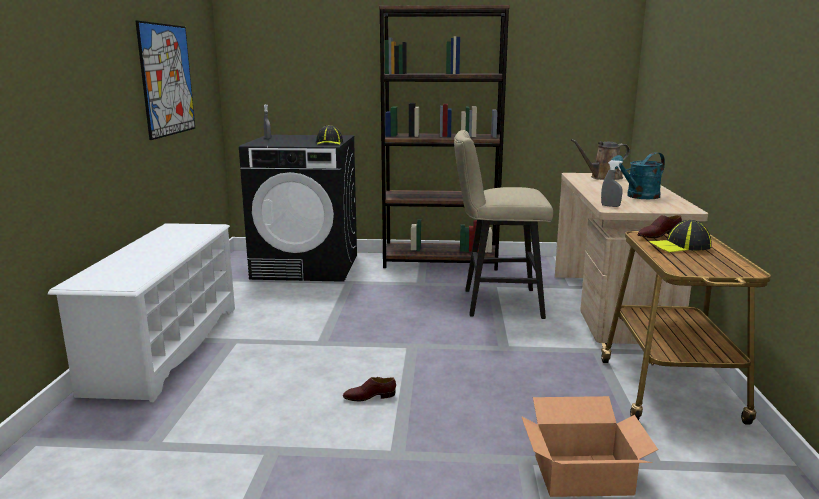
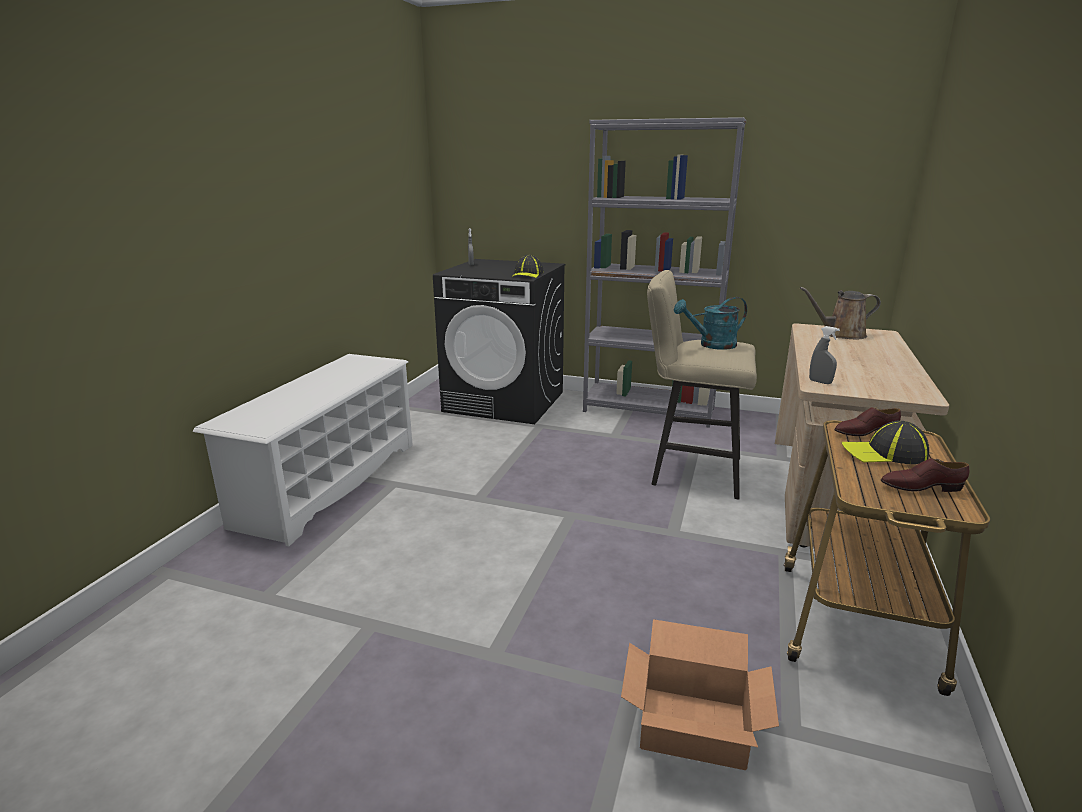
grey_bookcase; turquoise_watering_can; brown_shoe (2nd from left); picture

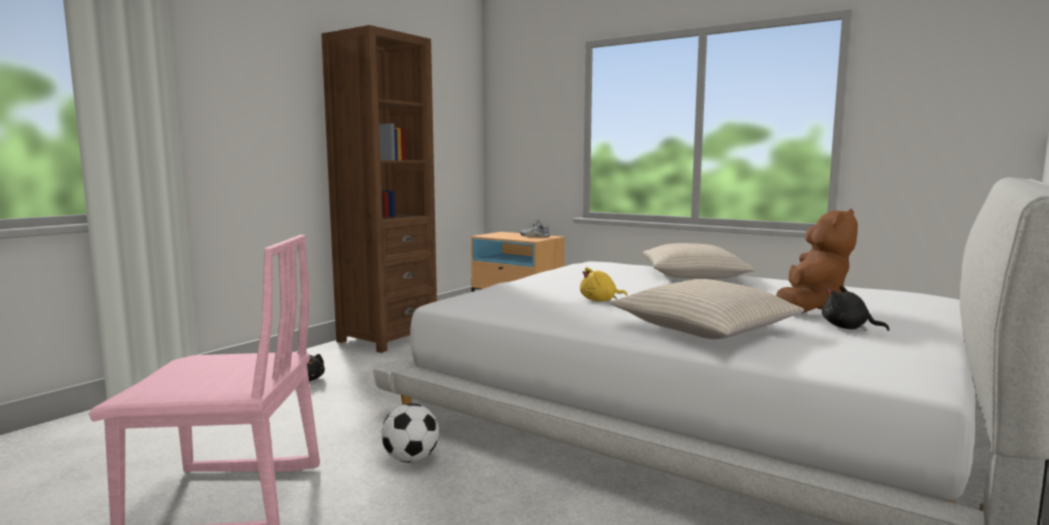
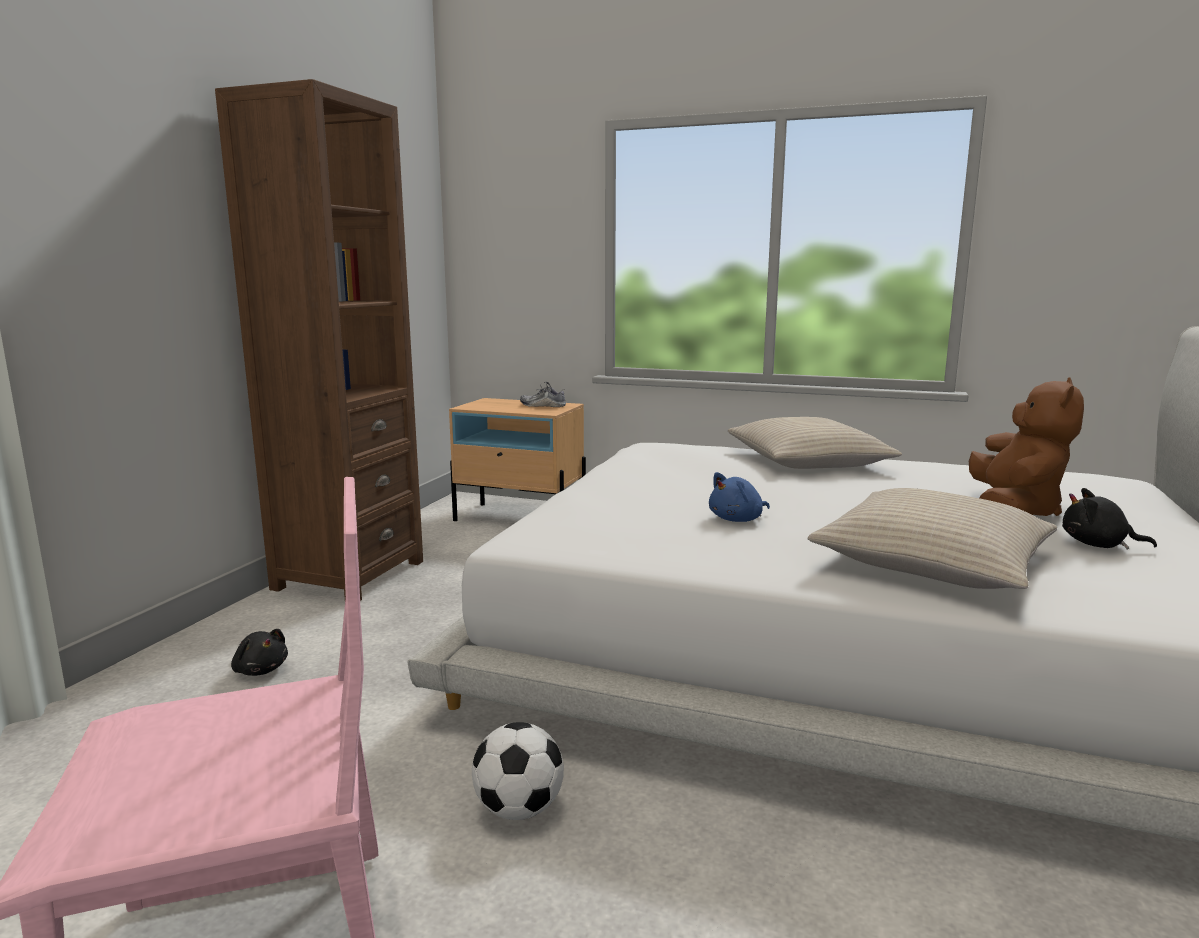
blue_plush_toy

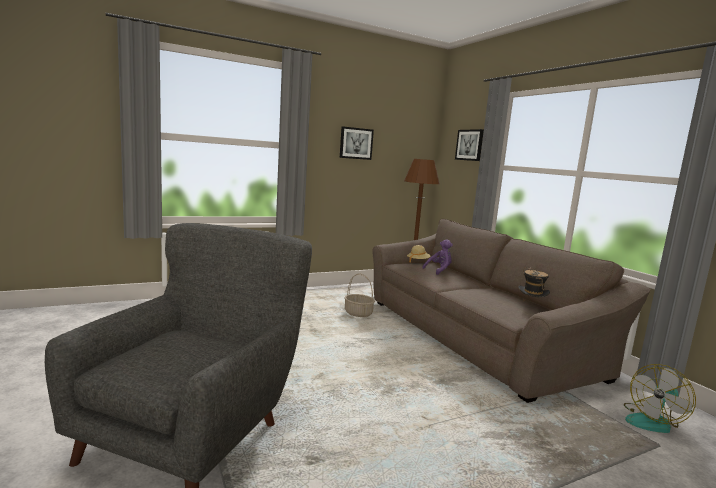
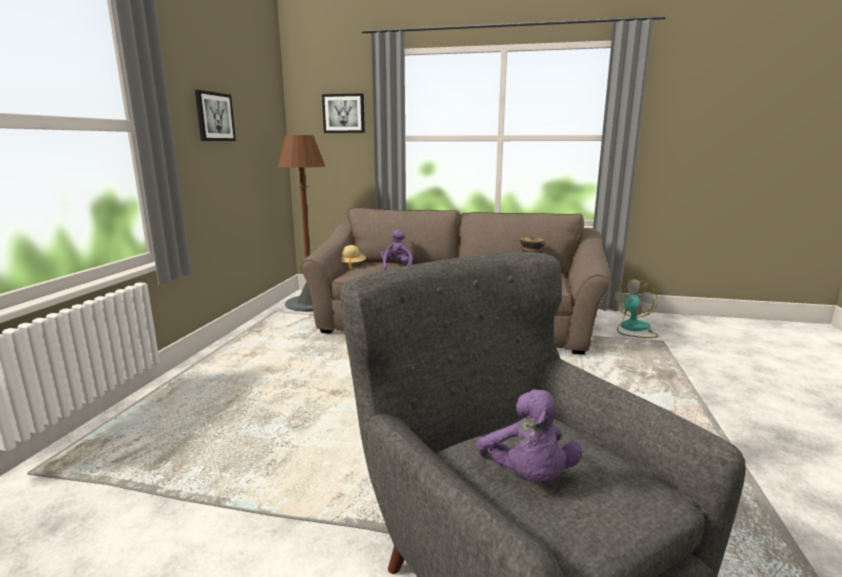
purple_plush_toy (2nd from left); fan; basket

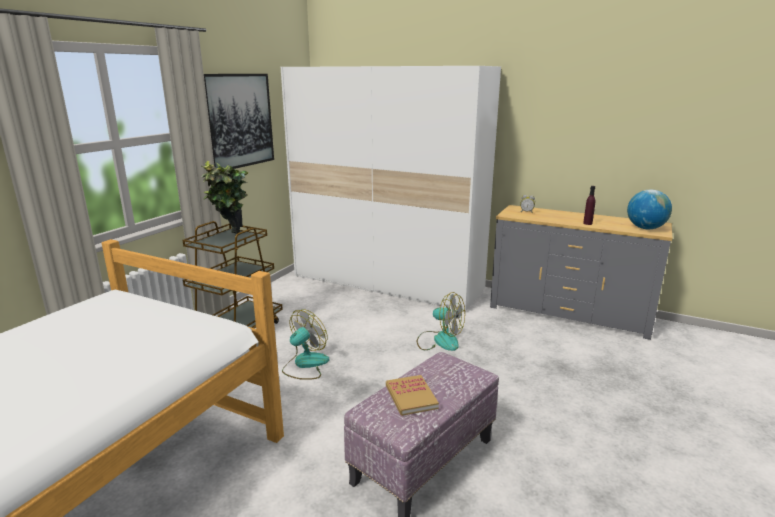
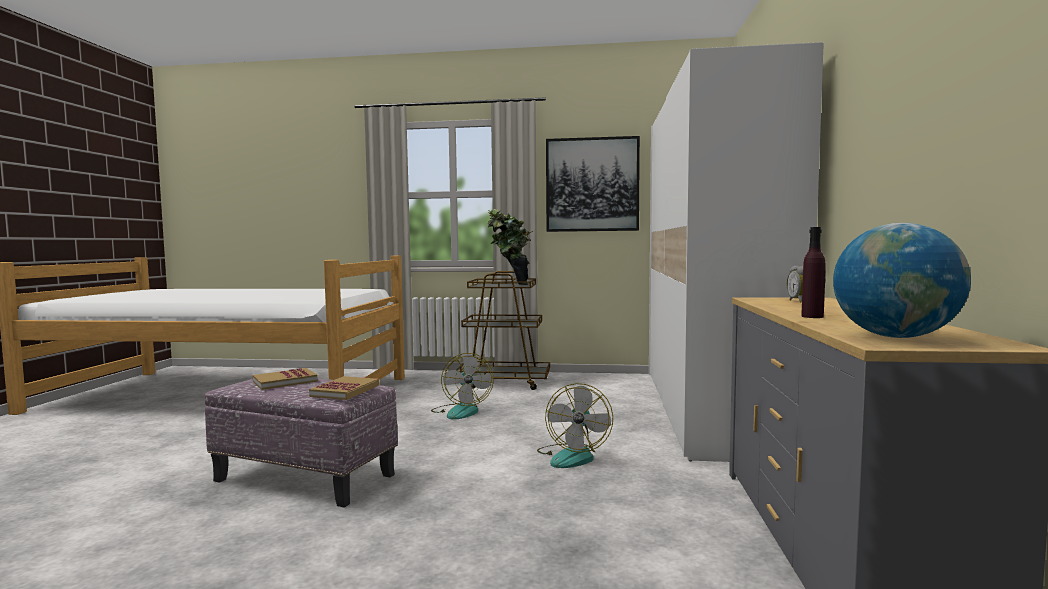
book (2nd from left); fan (1st from left)

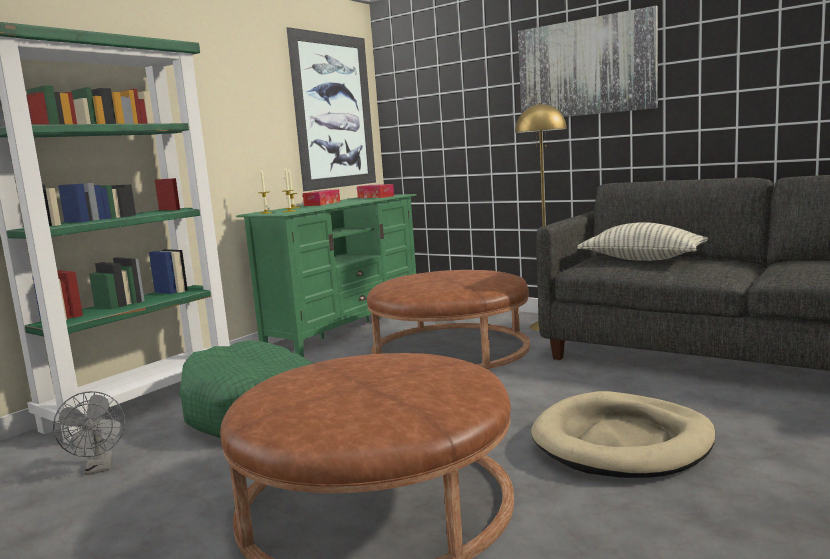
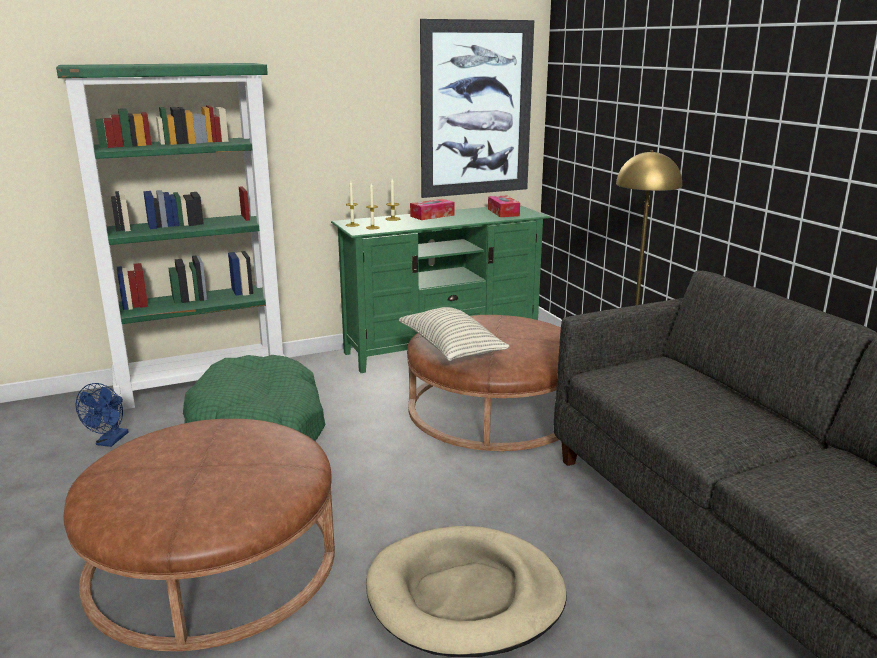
blue_fan; pillow; picture (2nd from left in the first image)

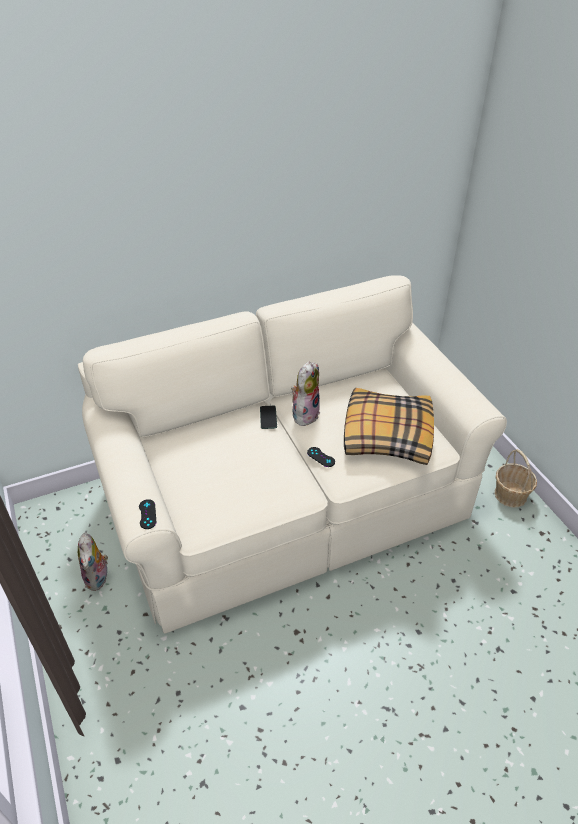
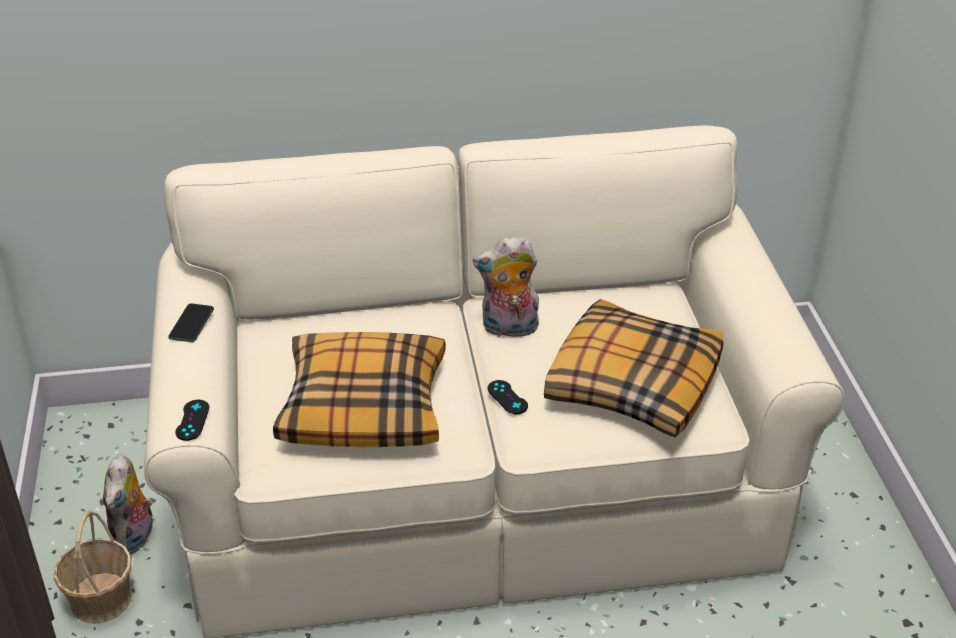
basket; phone; pillow (1st from left); plush_toy (2nd from left)

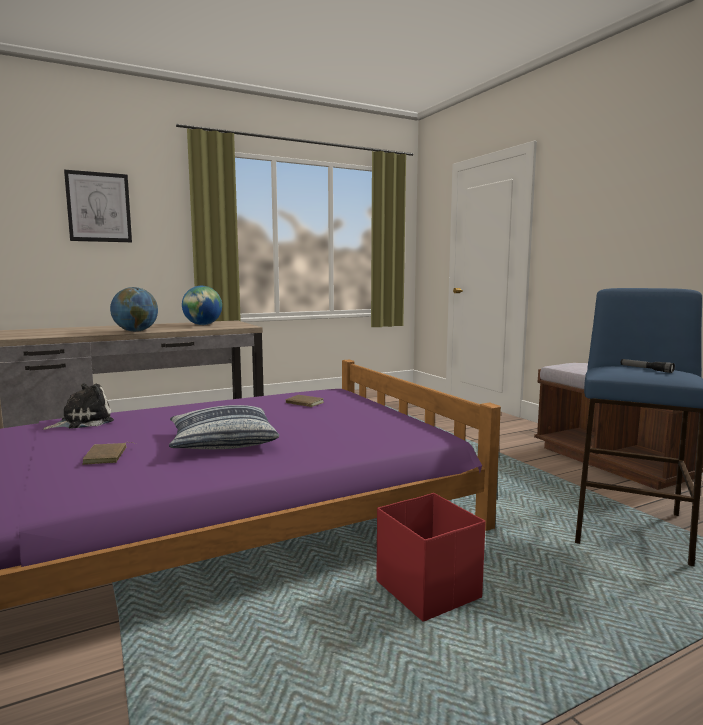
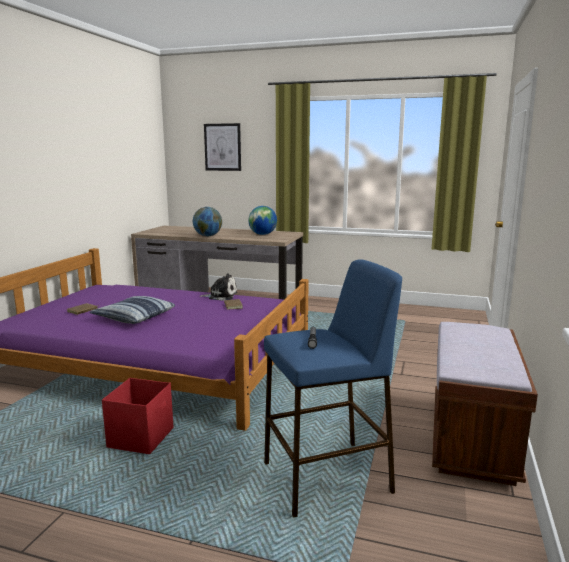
plush_toy

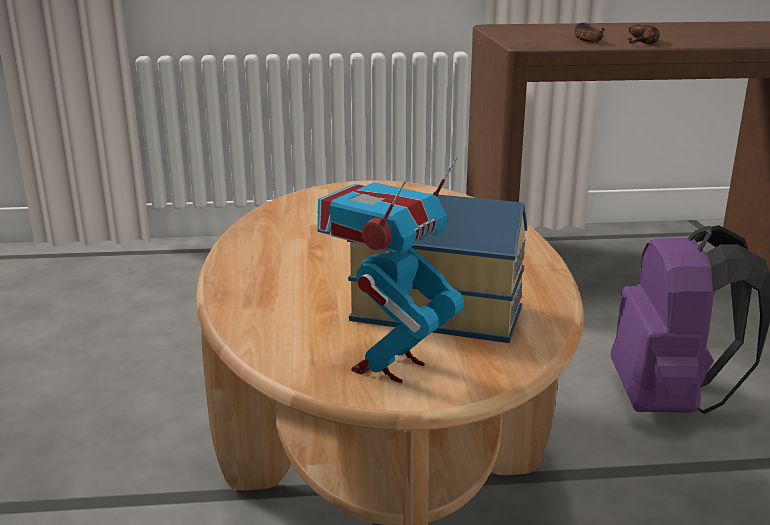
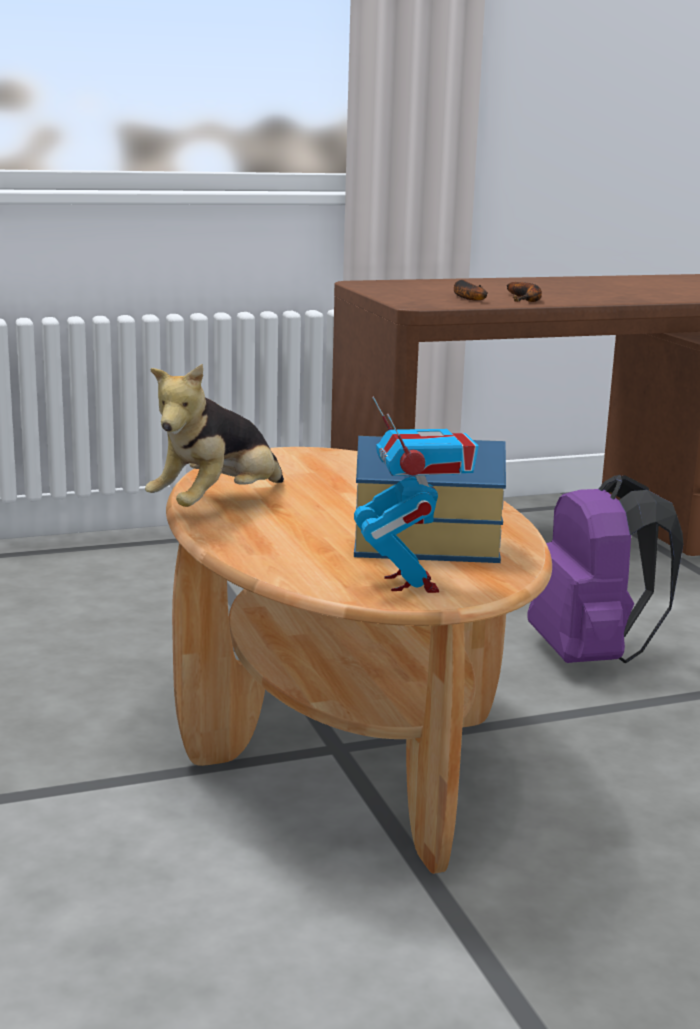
plush_toy; toy_robot

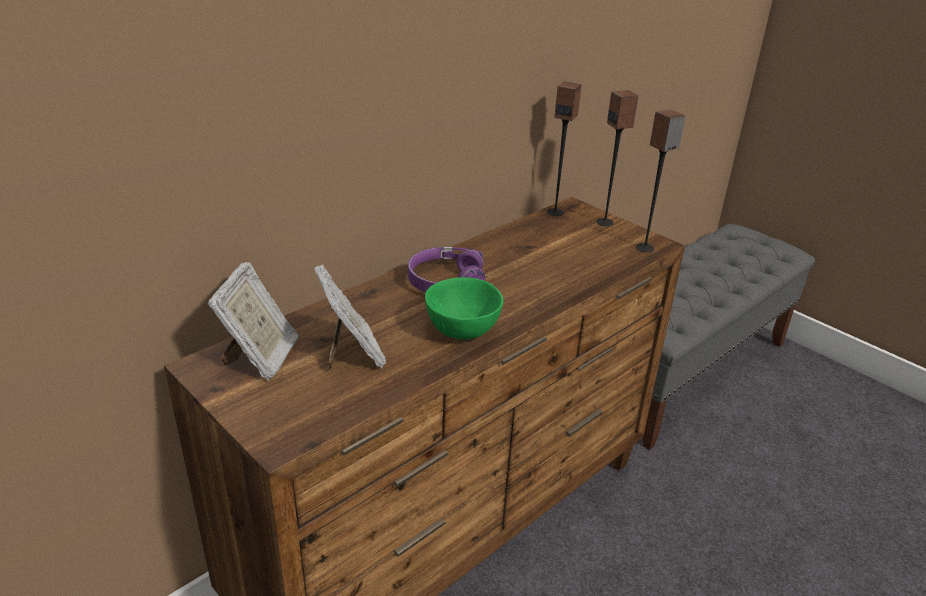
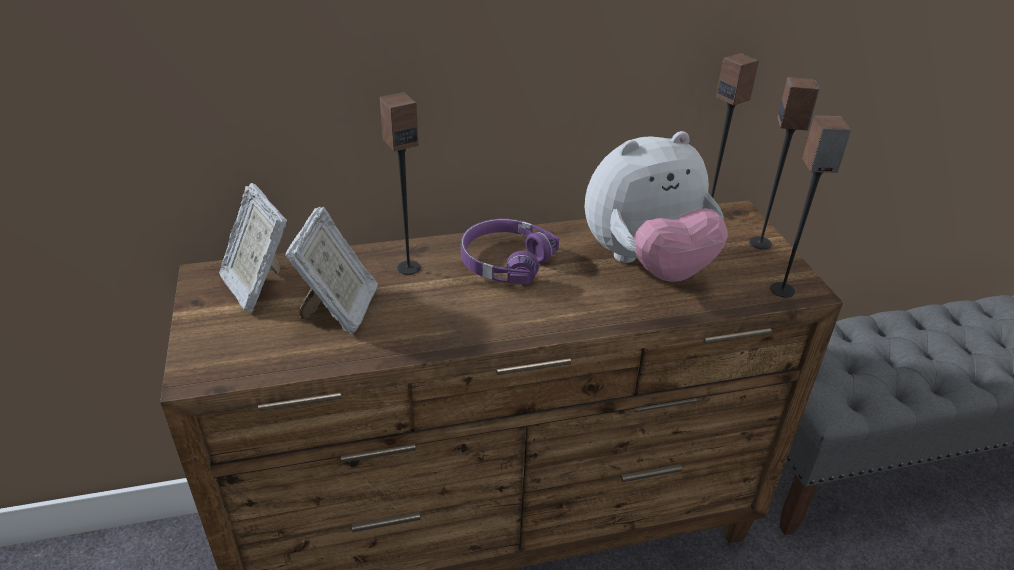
picture_frame (1st from left); speaker (1st from left); plush_toy; green_bowl

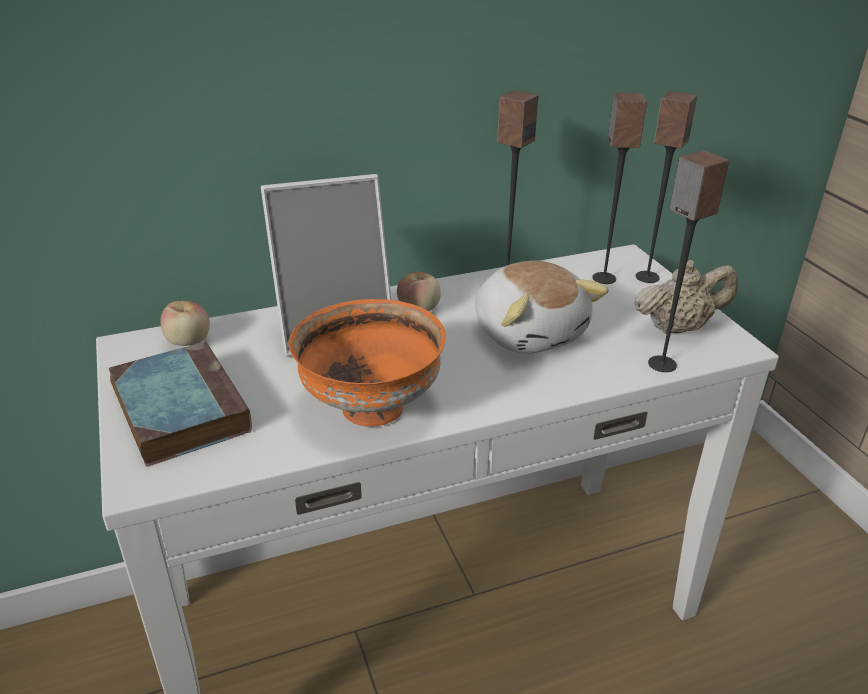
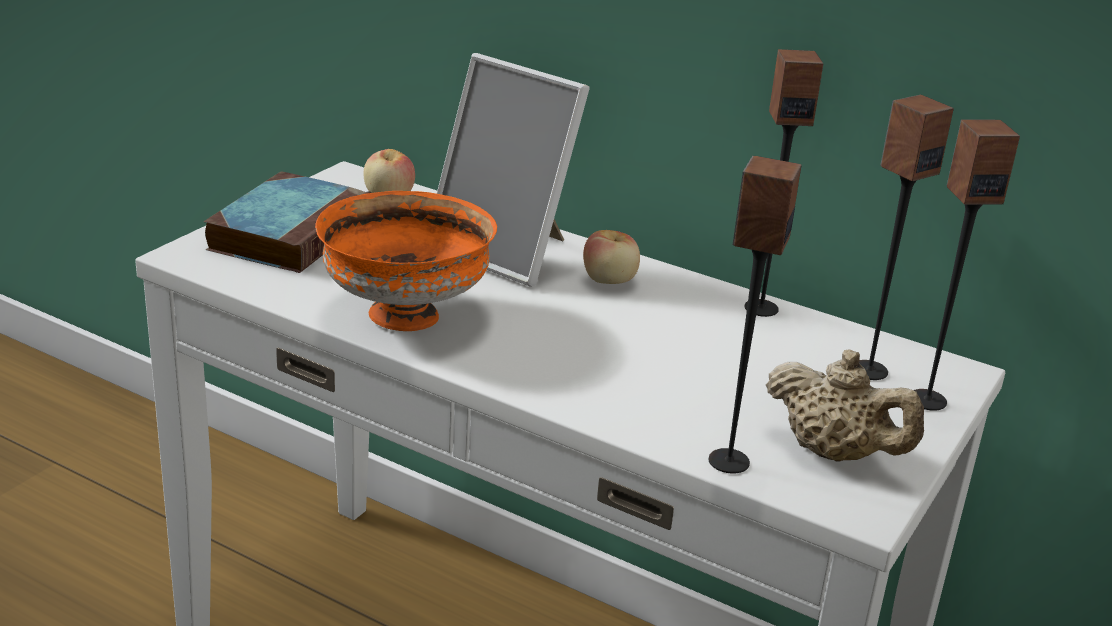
plush_toy

